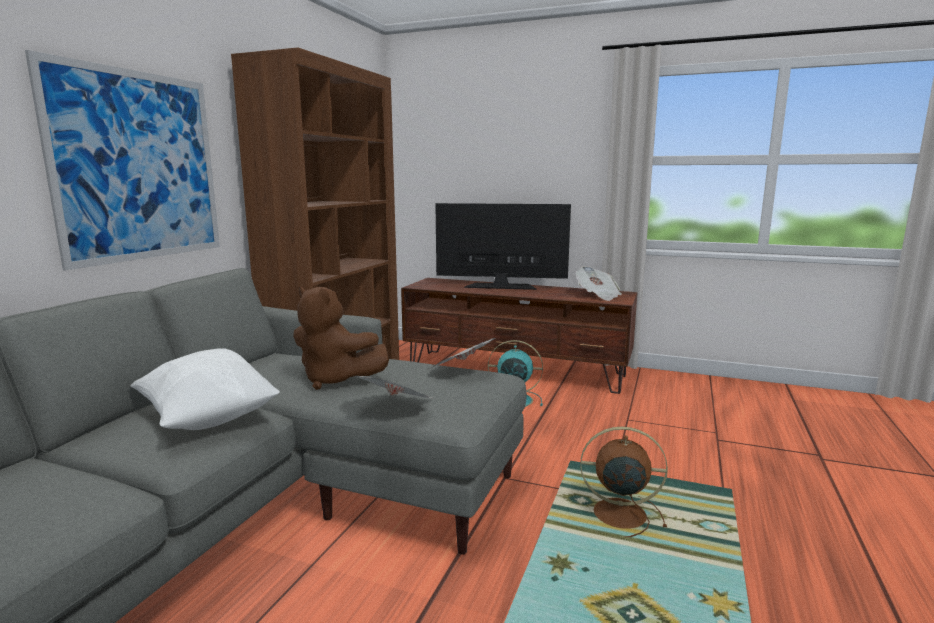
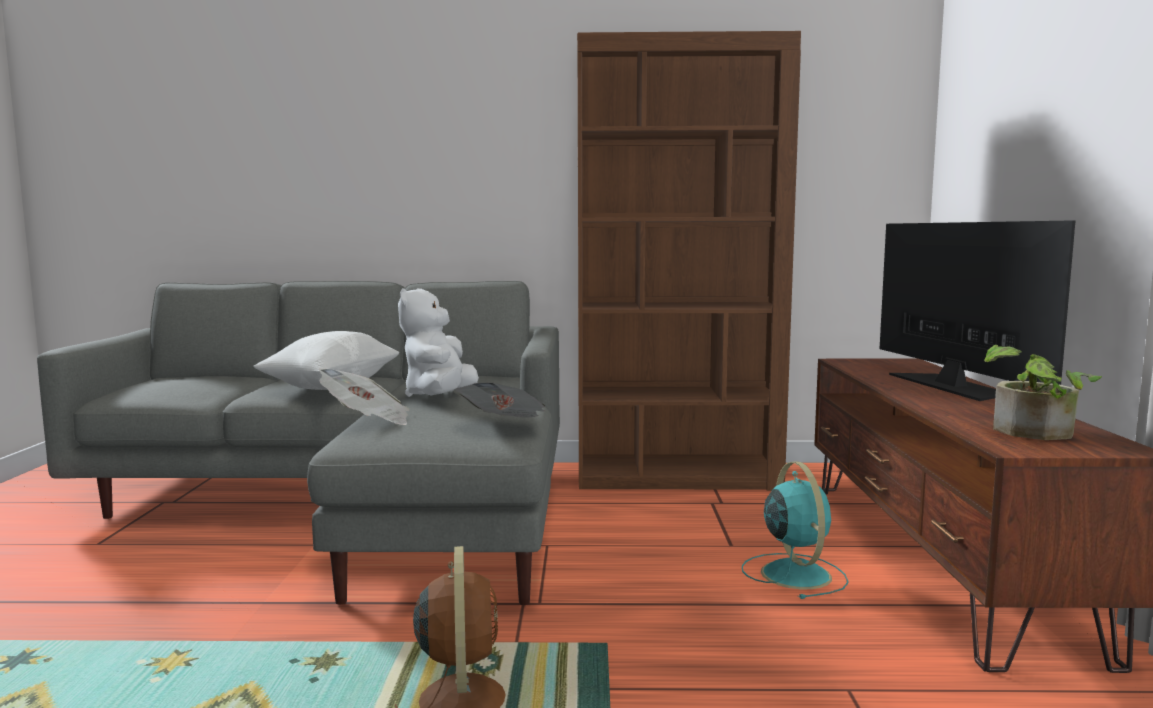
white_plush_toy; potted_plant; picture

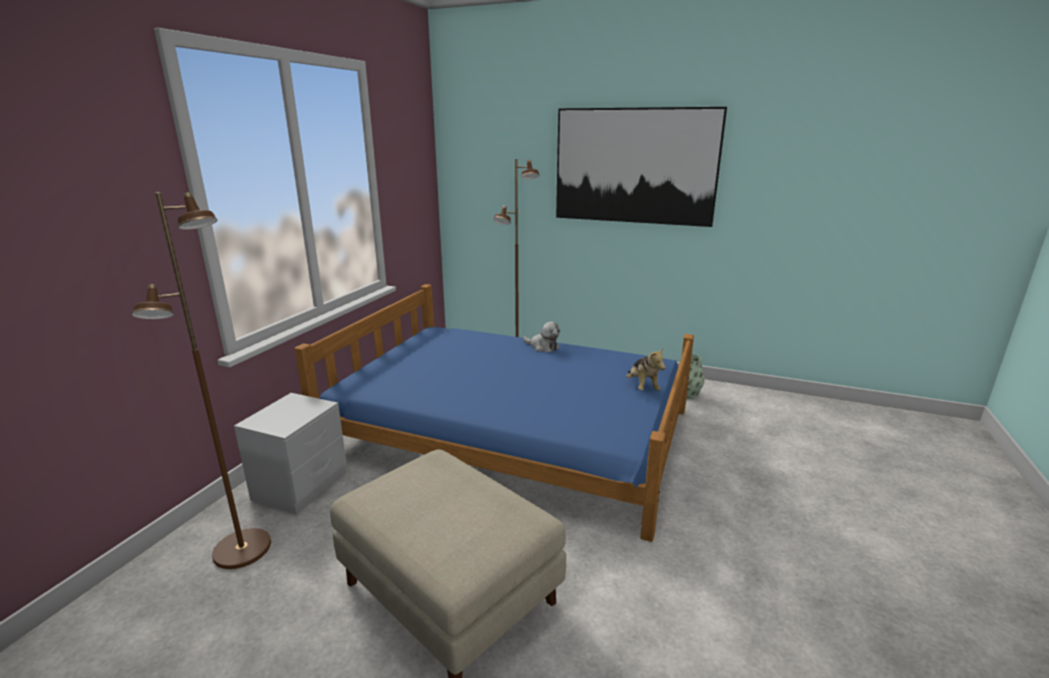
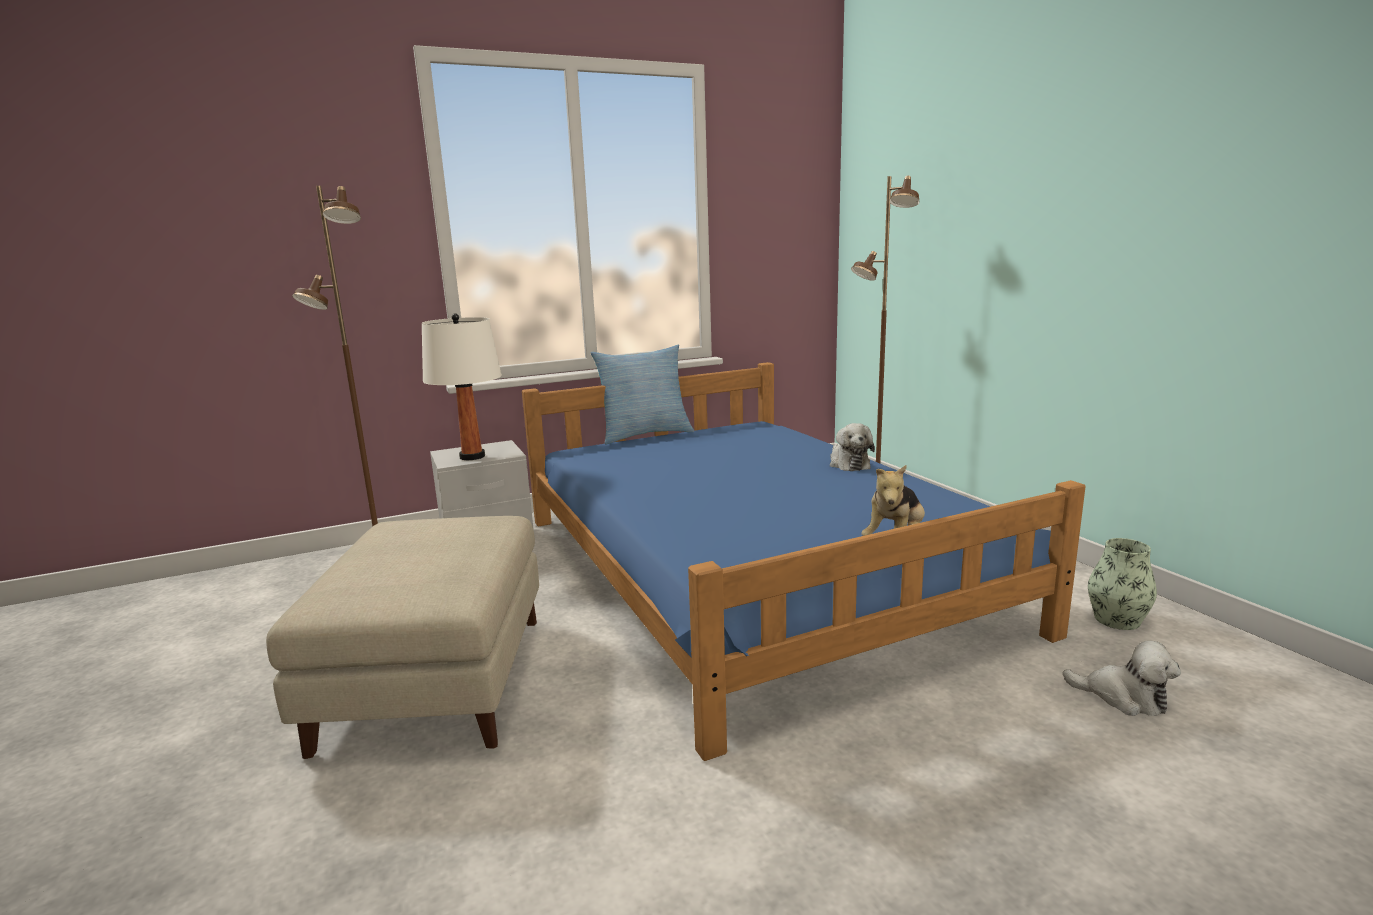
white_table_lamp; pillow; plush_toy (3rd from left); picture

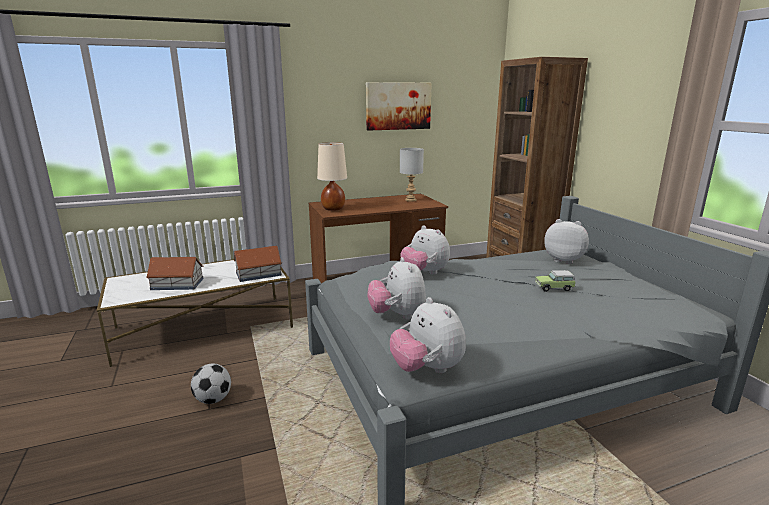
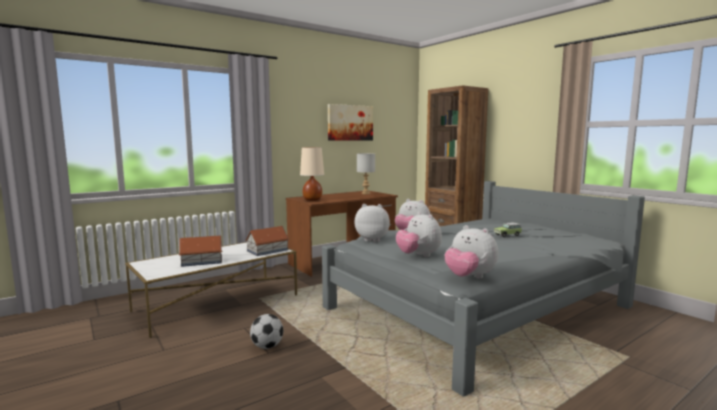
plush_toy (1st from left)

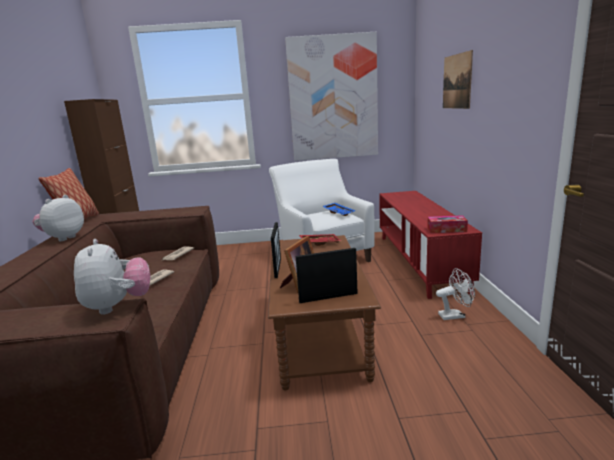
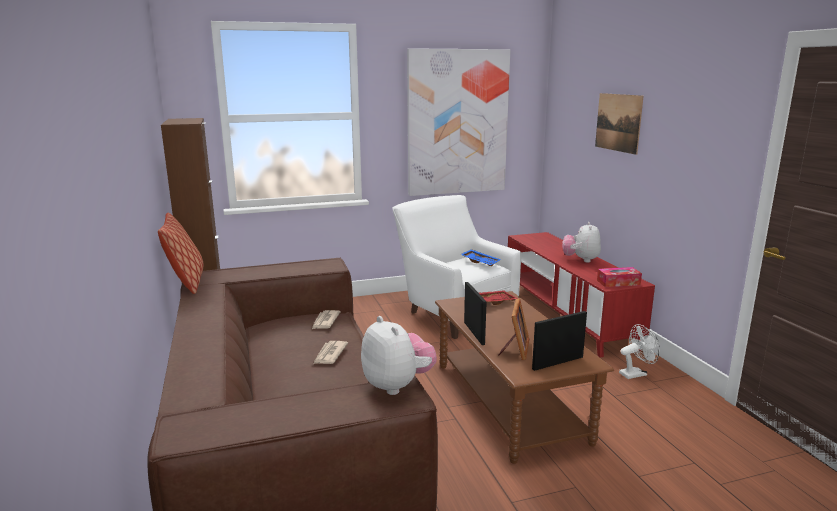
plush_toy (2nd from left)

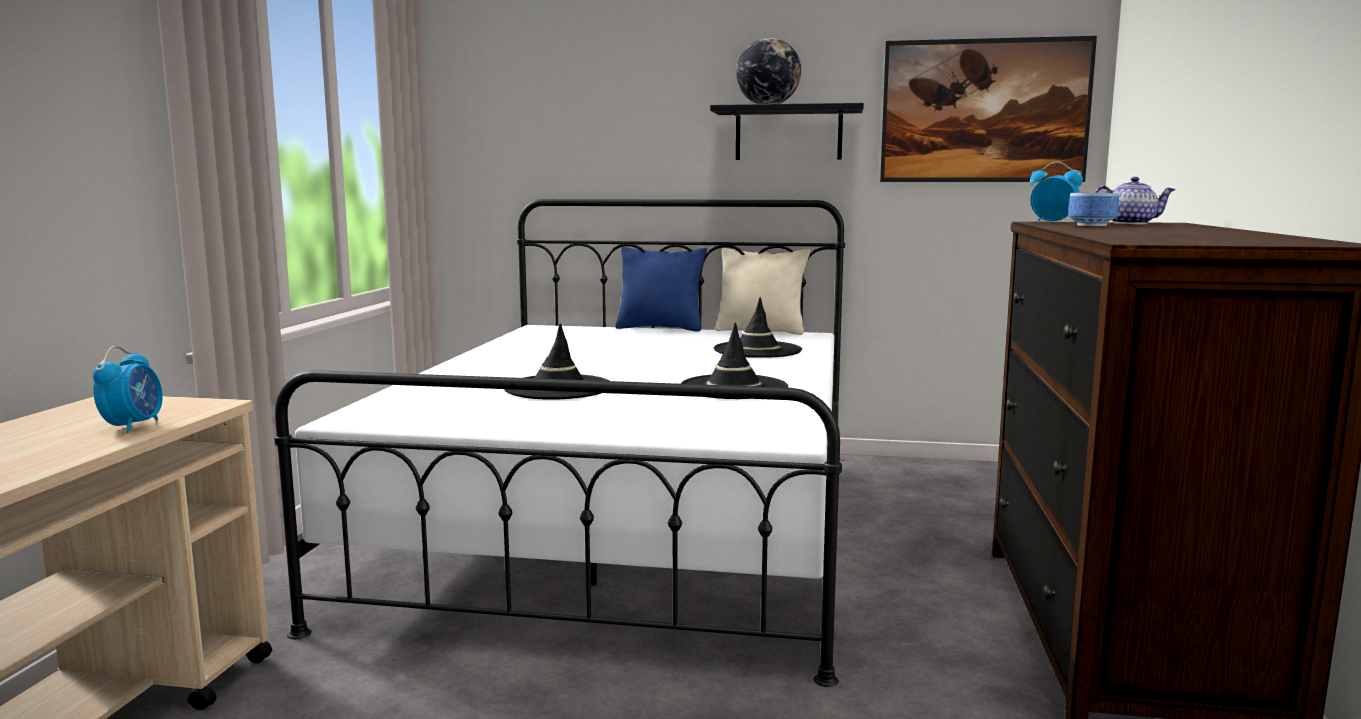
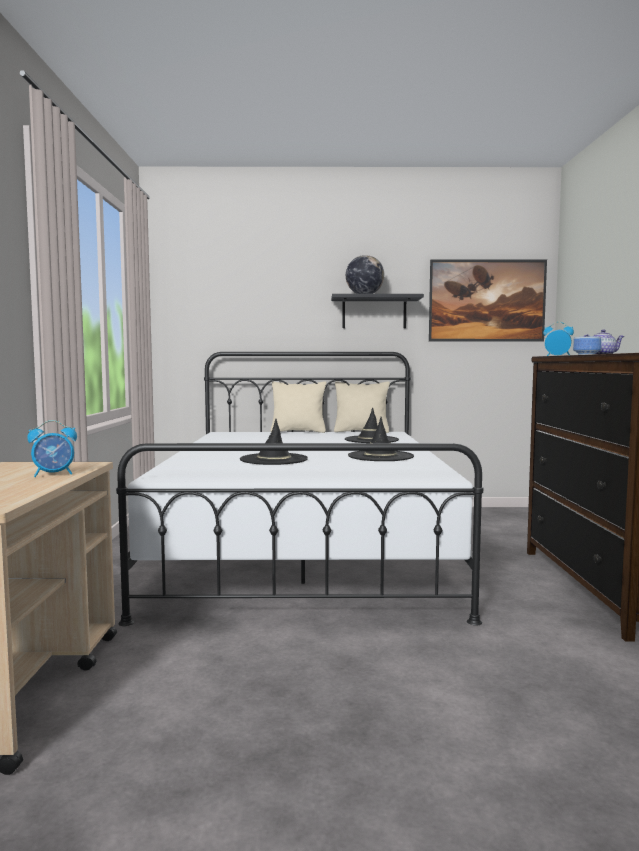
alarm_clock (1st from left); beige_pillow (1st from left)

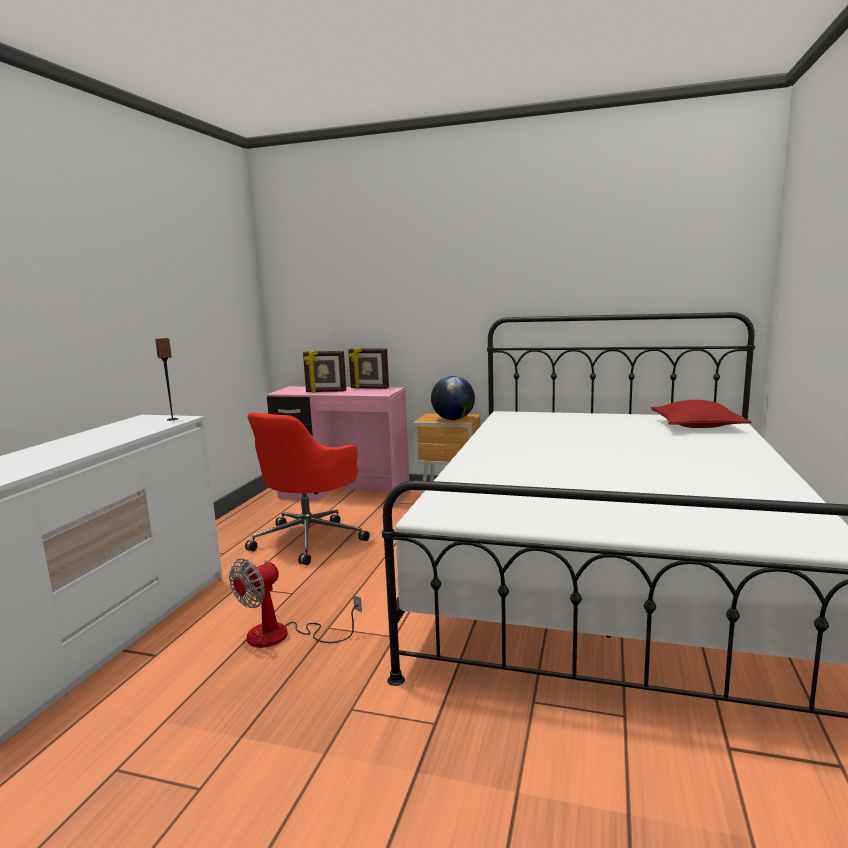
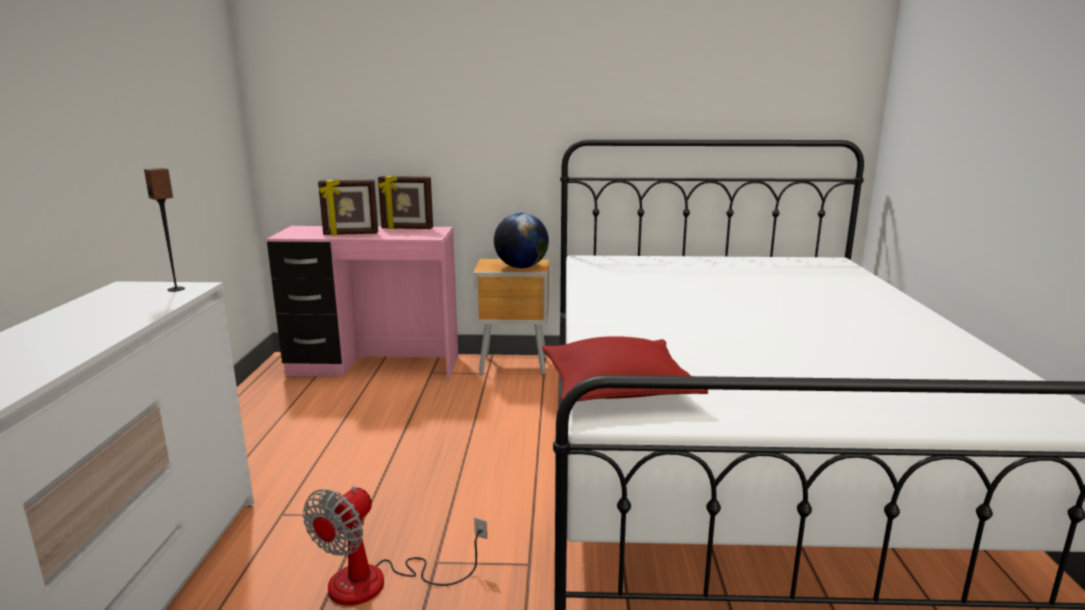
red_pillow; red_office_chair

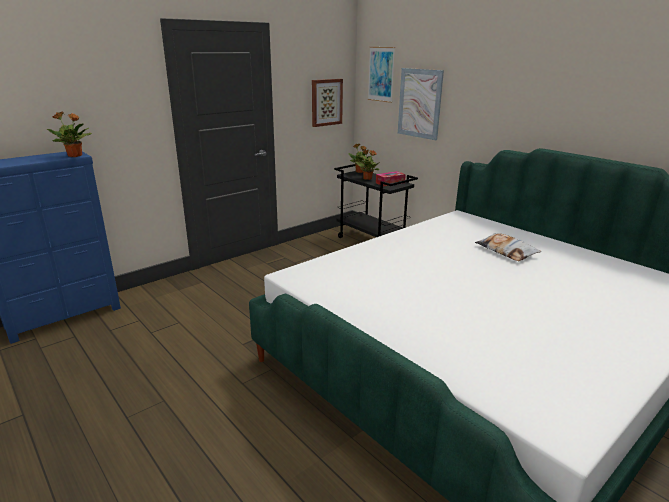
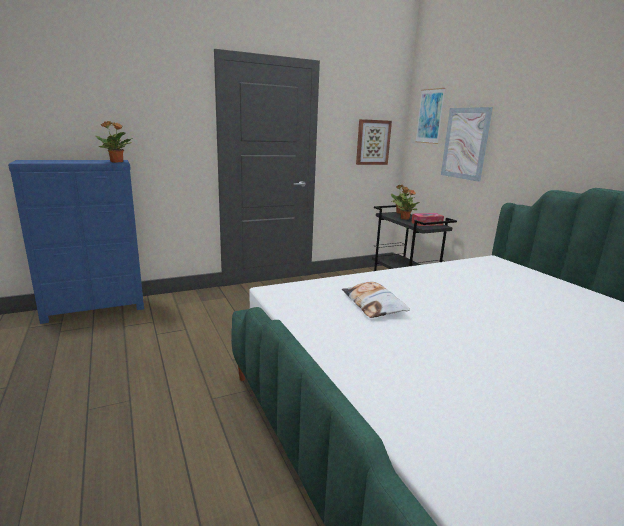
pillow

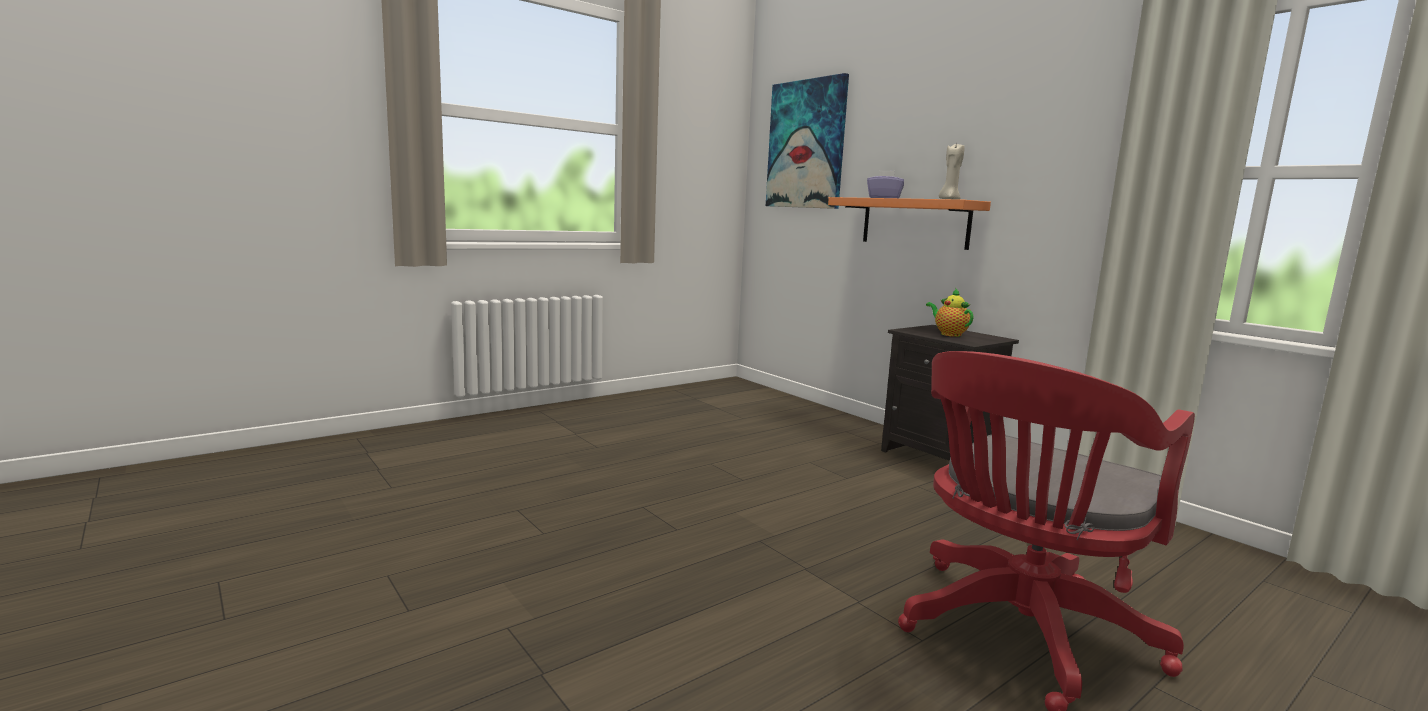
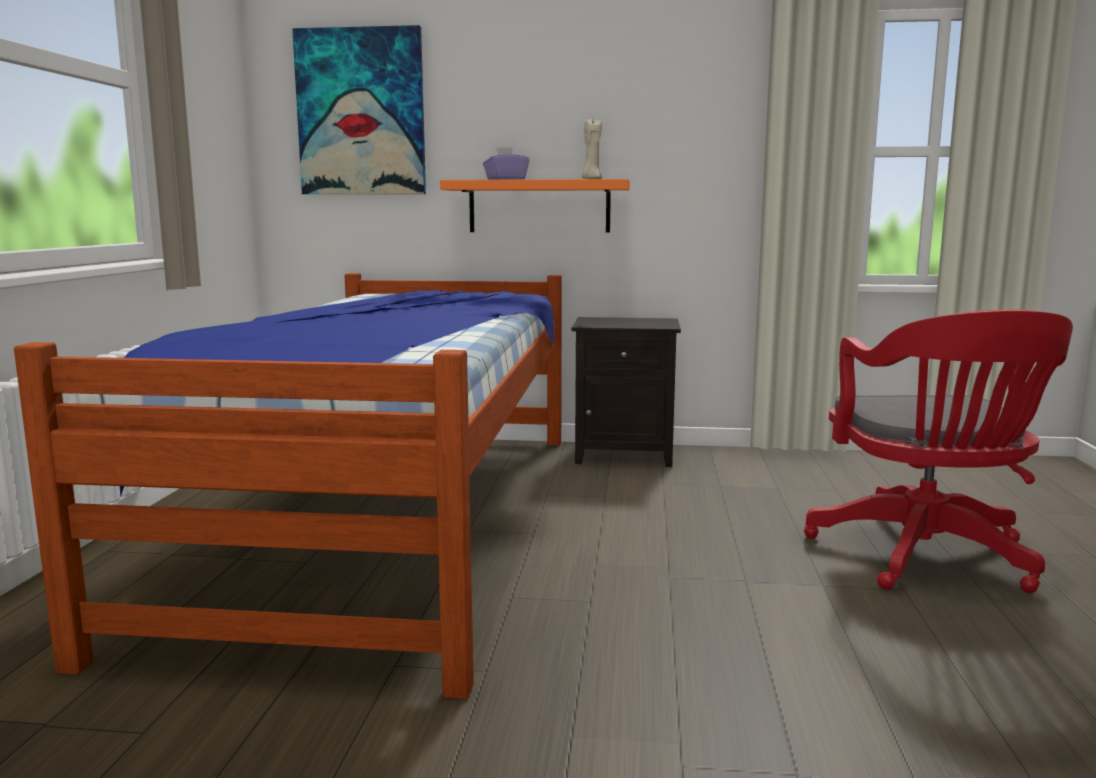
bed; teapot

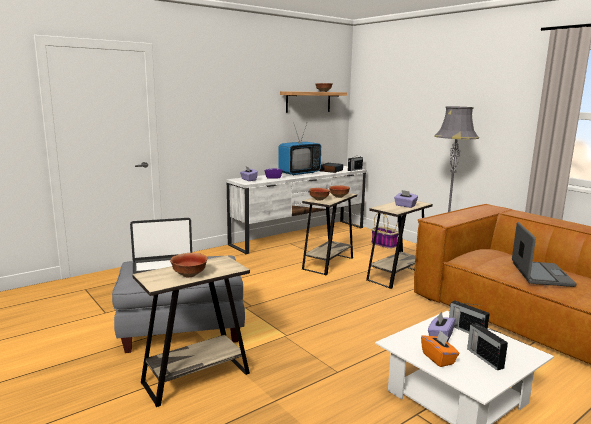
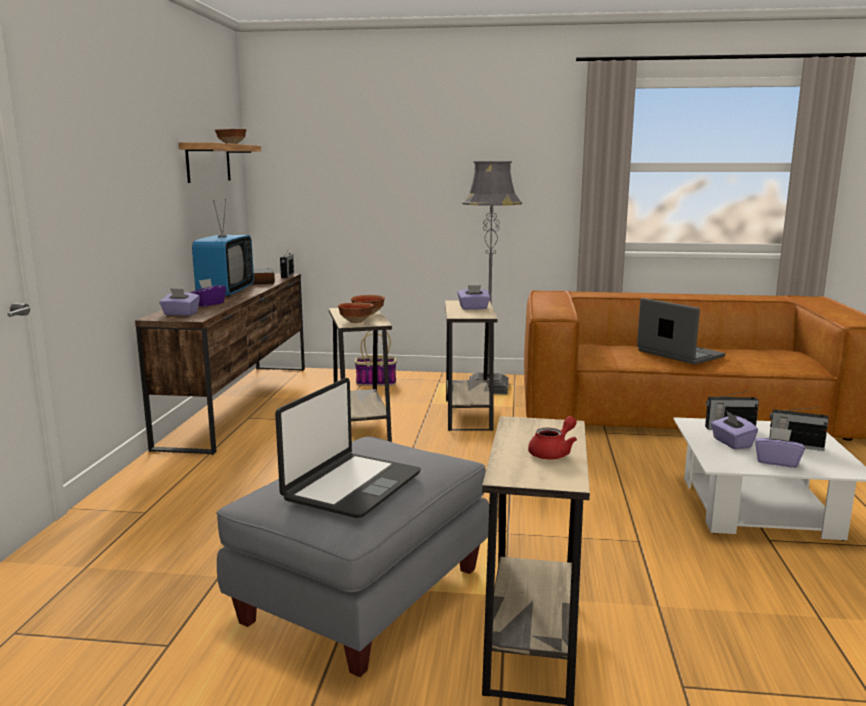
brown_tv_stand; red_teapot; purple_tissue_box (5th from left)

